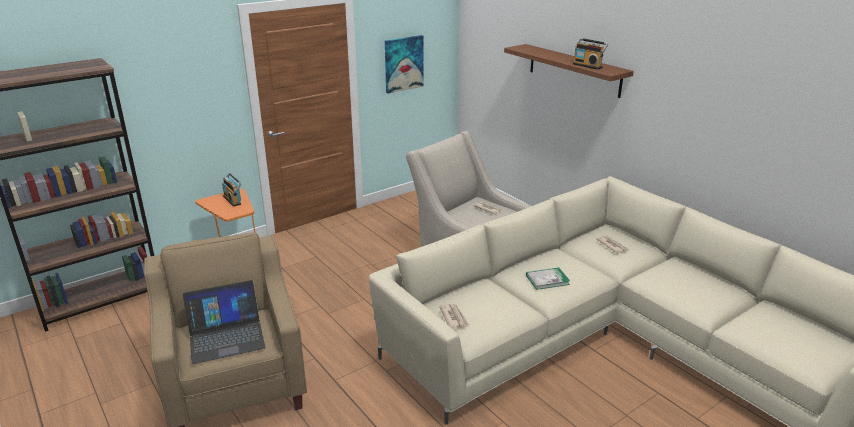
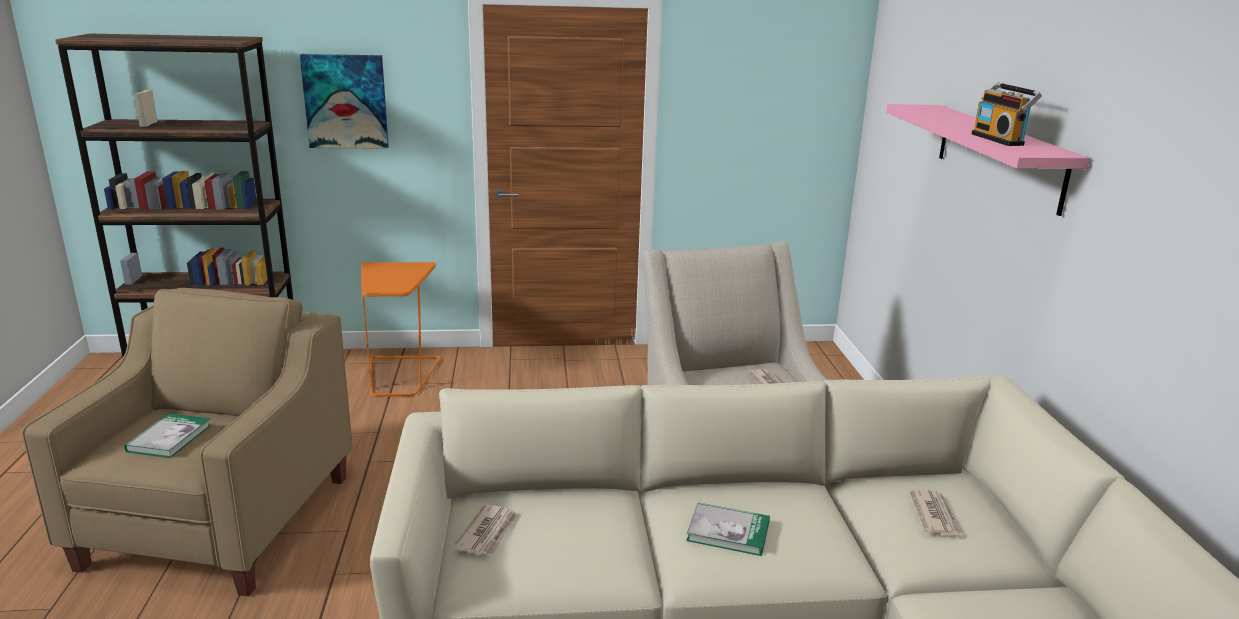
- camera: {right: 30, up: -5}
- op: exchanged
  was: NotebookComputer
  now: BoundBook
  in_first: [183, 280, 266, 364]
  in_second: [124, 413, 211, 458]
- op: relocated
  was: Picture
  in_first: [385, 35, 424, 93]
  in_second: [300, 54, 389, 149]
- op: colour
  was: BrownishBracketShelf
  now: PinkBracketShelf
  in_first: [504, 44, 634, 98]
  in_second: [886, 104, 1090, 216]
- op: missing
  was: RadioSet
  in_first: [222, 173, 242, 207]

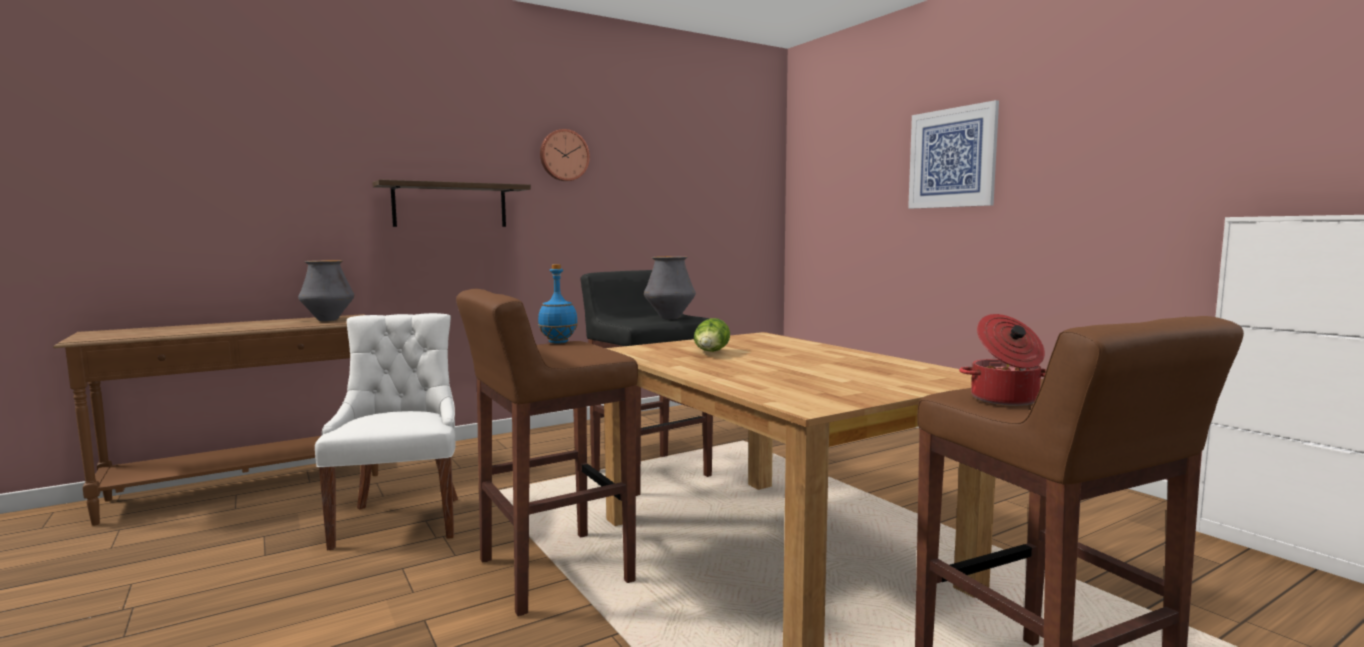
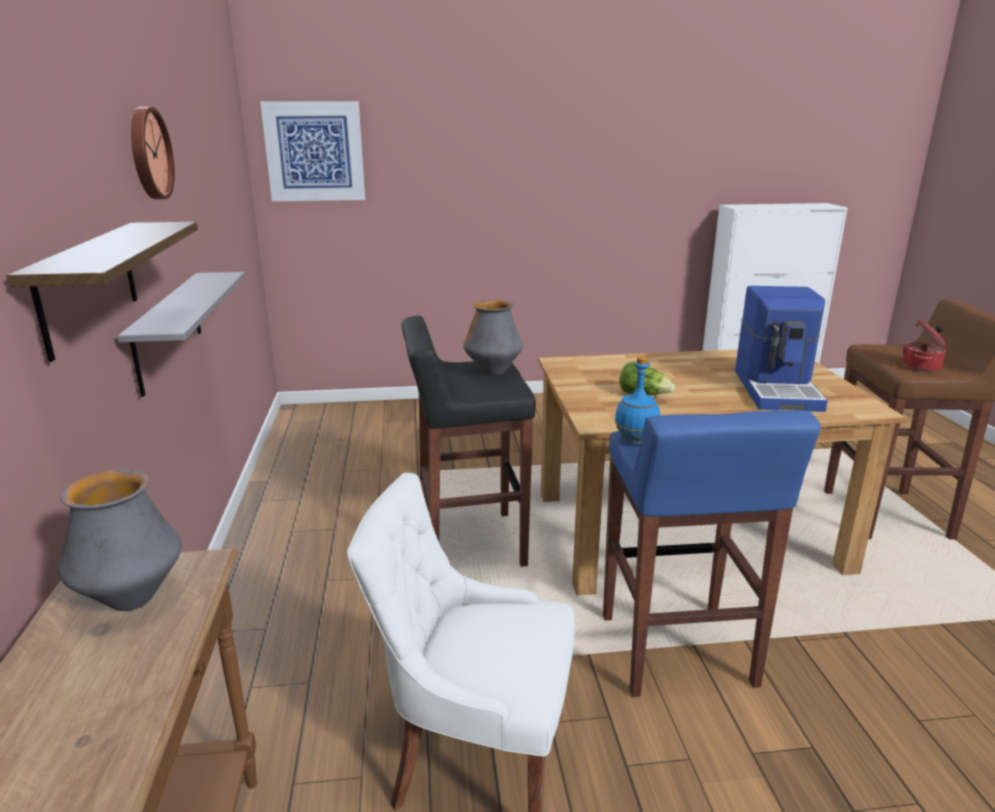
- camera: {right: -65, up: 15}
- op: appeared
  now: GrayBracketShelf
  in_second: [117, 272, 245, 397]
- op: relocated
  was: Picture
  in_first: [908, 100, 999, 209]
  in_second: [260, 101, 366, 201]
- op: colour
  was: BrownishSittingStool
  now: BluishSittingStool
  in_first: [456, 289, 638, 616]
  in_second: [603, 410, 821, 697]
- op: appeared
  now: CoffeeBrewer
  in_second: [735, 286, 828, 412]

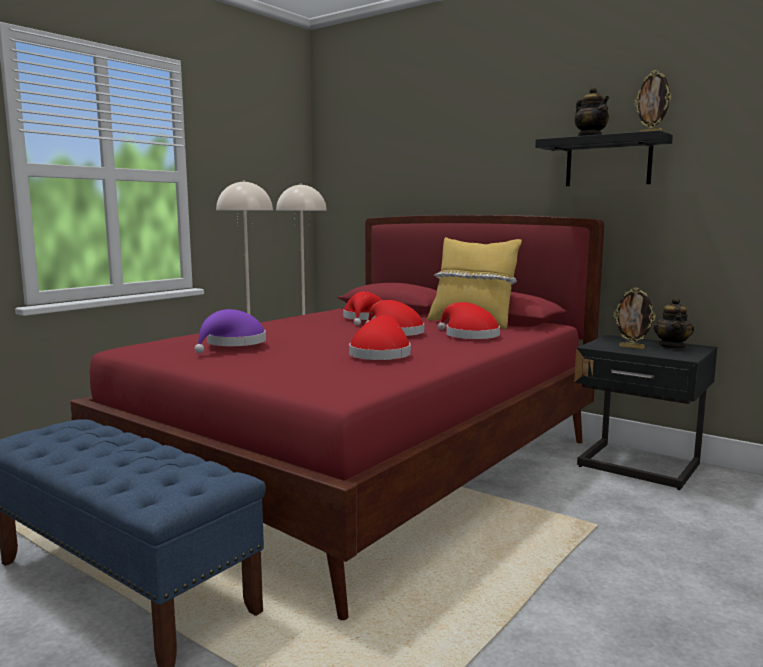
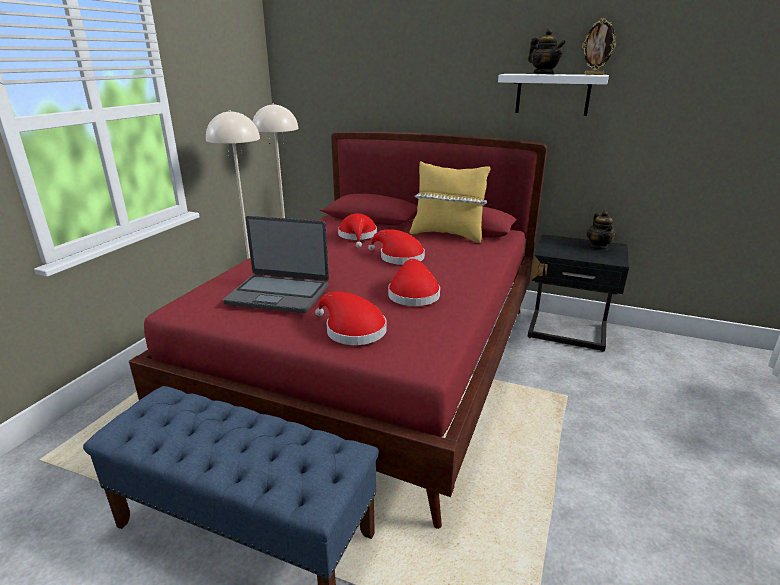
- camera: {right: -15, up: 15}
- op: exchanged
  was: PurpleColouredClothingHat
  now: NotebookComputer
  in_first: [195, 309, 266, 353]
  in_second: [223, 216, 329, 313]
- op: relocated
  was: RedColouredClothingHat
  in_first: [438, 302, 500, 339]
  in_second: [315, 292, 387, 345]
- op: colour
  was: BlackColouredBracketShelf
  now: WhitishBracketShelf
  in_first: [535, 130, 673, 186]
  in_second: [498, 74, 609, 116]
- op: missing
  was: PhotoFrame
  in_first: [613, 288, 656, 349]

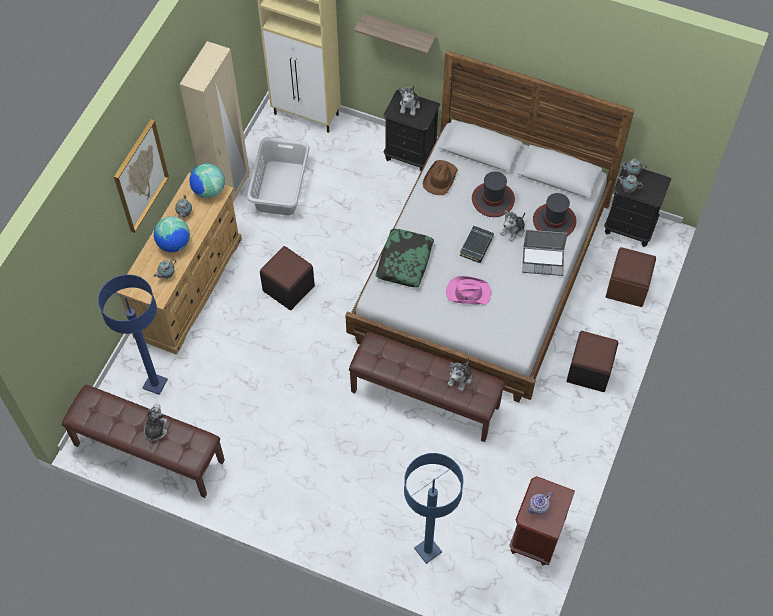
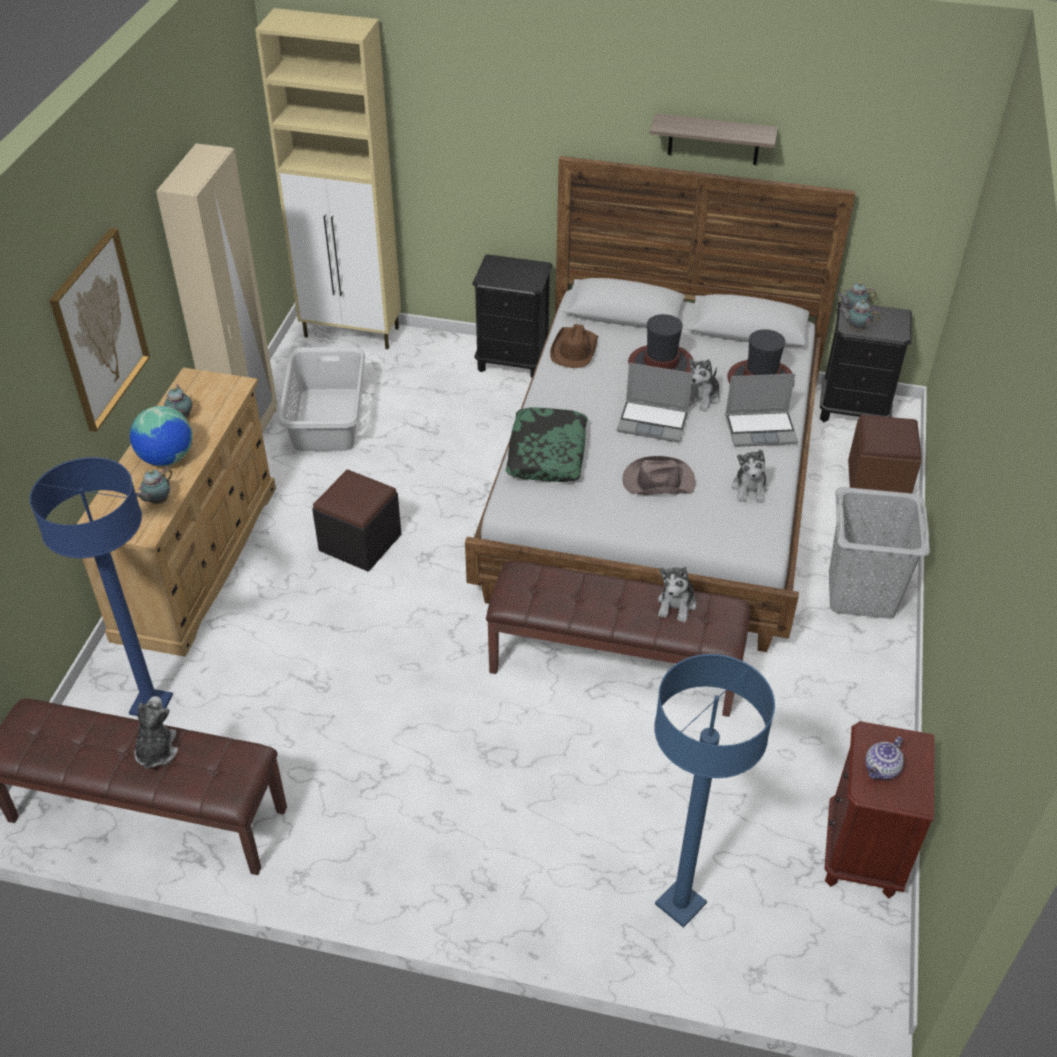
- camera: {right: -10, up: -15}
- op: exchanged
  was: BlackColouredBoundBook
  now: NotebookComputer
  in_first: [460, 226, 494, 263]
  in_second: [617, 363, 693, 442]
- op: colour
  was: PinkClothingHat
  now: BrownishClothingHat
  in_first: [446, 276, 491, 305]
  in_second: [622, 456, 696, 495]
- op: relocated
  was: BracketShelf
  in_first: [354, 14, 436, 54]
  in_second: [649, 113, 778, 165]
- op: relocated
  was: PlushToy
  in_first: [399, 85, 420, 116]
  in_second: [732, 450, 768, 503]
- op: exchanged
  was: BlackColouredFootrest
  now: GrayLaundryBasket
  in_first: [566, 331, 618, 392]
  in_second: [829, 487, 930, 619]
- op: missing
  was: WorldGlobe
  in_first: [190, 163, 225, 199]

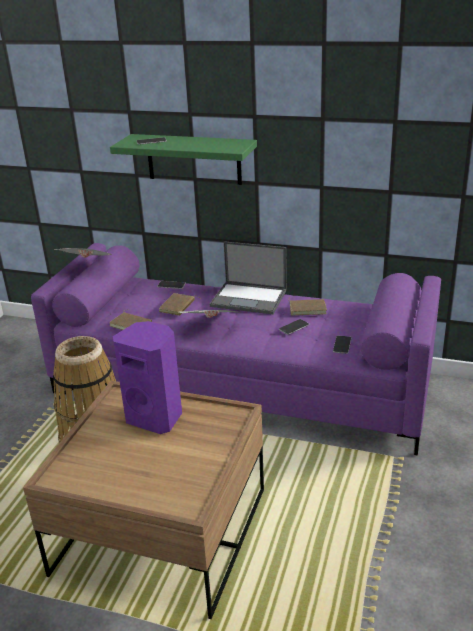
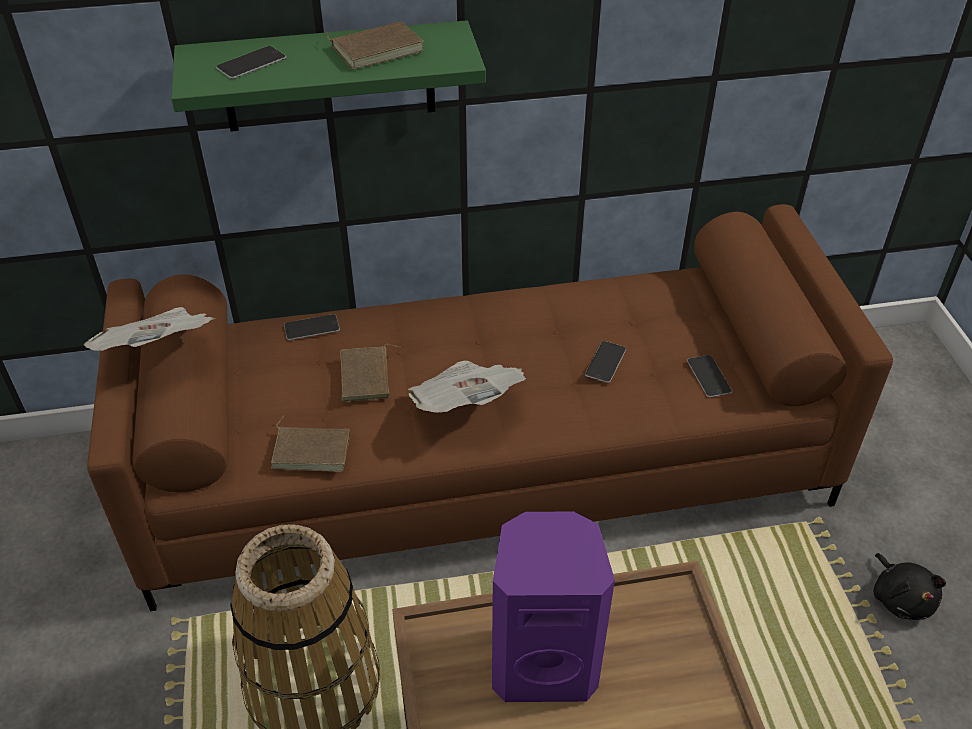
- camera: {right: -30, up: 15}
- op: colour
  was: PurpleColouredSettee
  now: BrownishSettee
  in_first: [31, 243, 441, 456]
  in_second: [87, 204, 893, 611]
- op: relocated
  was: BrownishBoundBook
  in_first: [288, 297, 327, 315]
  in_second: [325, 22, 424, 70]
- op: appeared
  now: BlackColouredPlushToy
  in_second: [873, 553, 946, 620]
- op: missing
  was: NotebookComputer
  in_first: [210, 241, 287, 314]

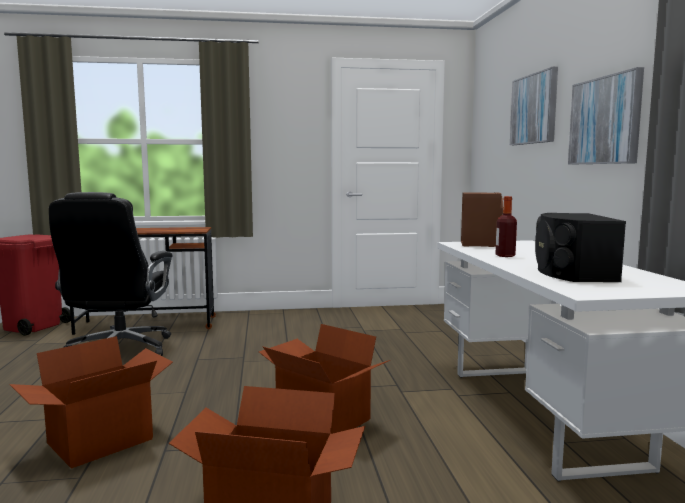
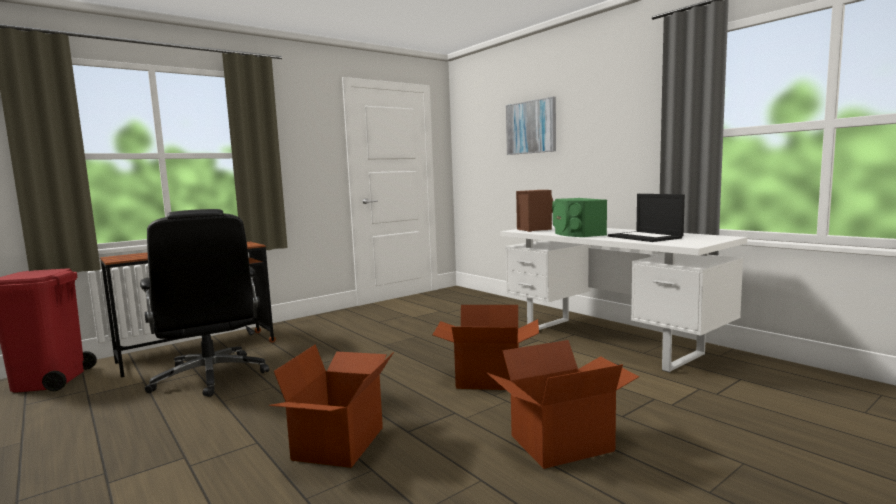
- camera: {right: -30, up: 0}
- op: exchanged
  was: Bottle
  now: GreenishAudioSpeaker
  in_first: [496, 196, 517, 257]
  in_second: [552, 198, 607, 237]
- op: exchanged
  was: BlackColouredAudioSpeaker
  now: NotebookComputer
  in_first: [535, 213, 626, 282]
  in_second: [608, 194, 685, 242]
- op: missing
  was: Picture
  in_first: [568, 67, 644, 164]

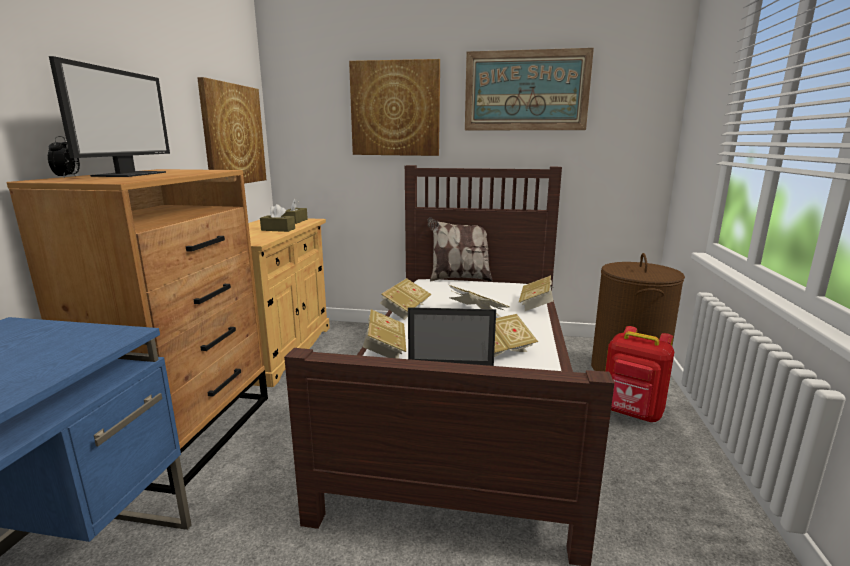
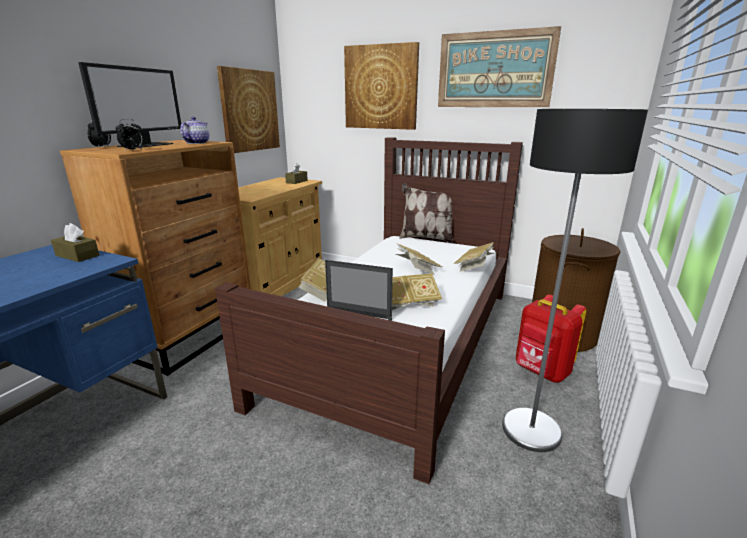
- camera: {right: 15, up: 5}
- op: relocated
  was: BrownishTissueHolder
  in_first: [260, 204, 295, 232]
  in_second: [51, 223, 99, 262]
- op: appeared
  now: BedsideClock
  in_second: [115, 119, 143, 151]
- op: appeared
  now: PotForTea
  in_second: [180, 117, 209, 144]
- op: appeared
  now: StandingLamp
  in_second: [502, 109, 648, 452]
- op: missing
  was: BoundBook
  in_first: [380, 278, 432, 320]

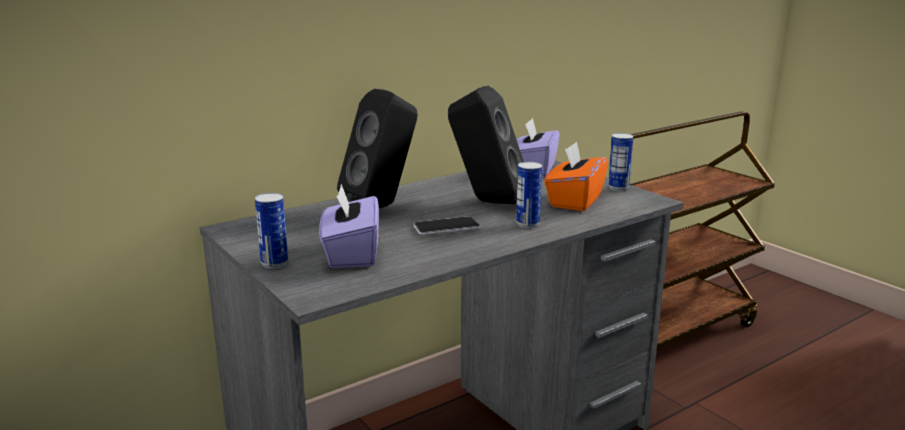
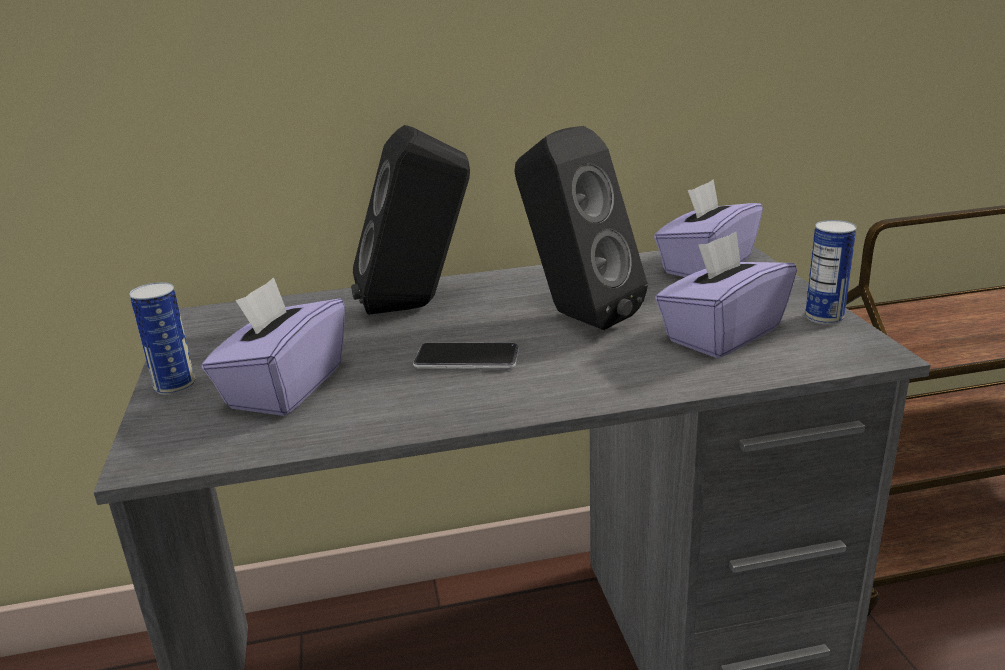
- camera: {right: 25, up: 5}
- op: colour
  was: OrangeyTissueHolder
  now: PurpleColouredTissueHolder
  in_first: [544, 142, 608, 211]
  in_second: [655, 232, 797, 358]
- op: missing
  was: SealedCan
  in_first: [516, 162, 542, 228]

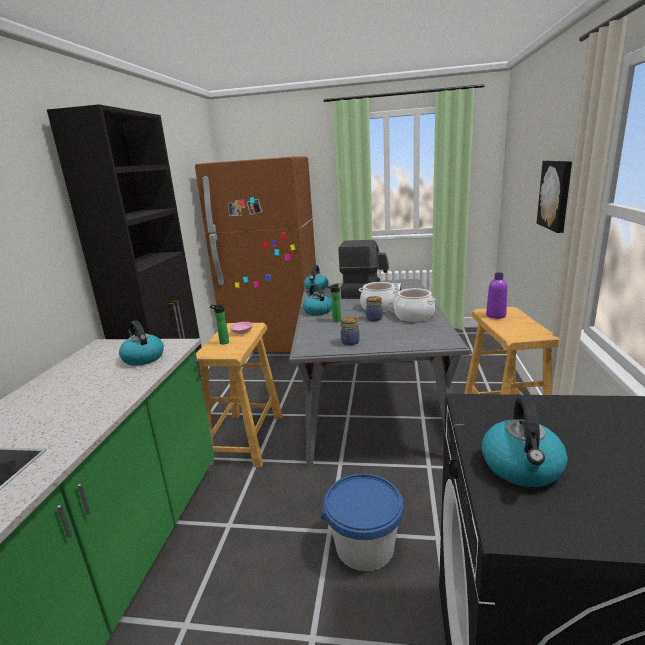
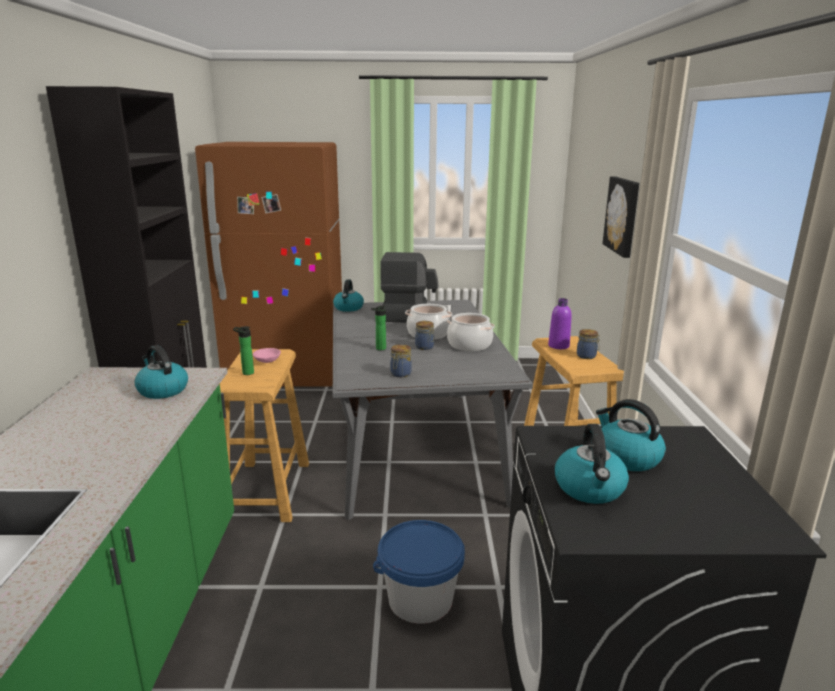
- camera: {right: -10, up: 0}
- op: appeared
  now: Jar
  in_second: [577, 329, 600, 359]
- op: relocated
  was: Kettle
  in_first: [303, 284, 332, 315]
  in_second: [596, 399, 666, 471]

